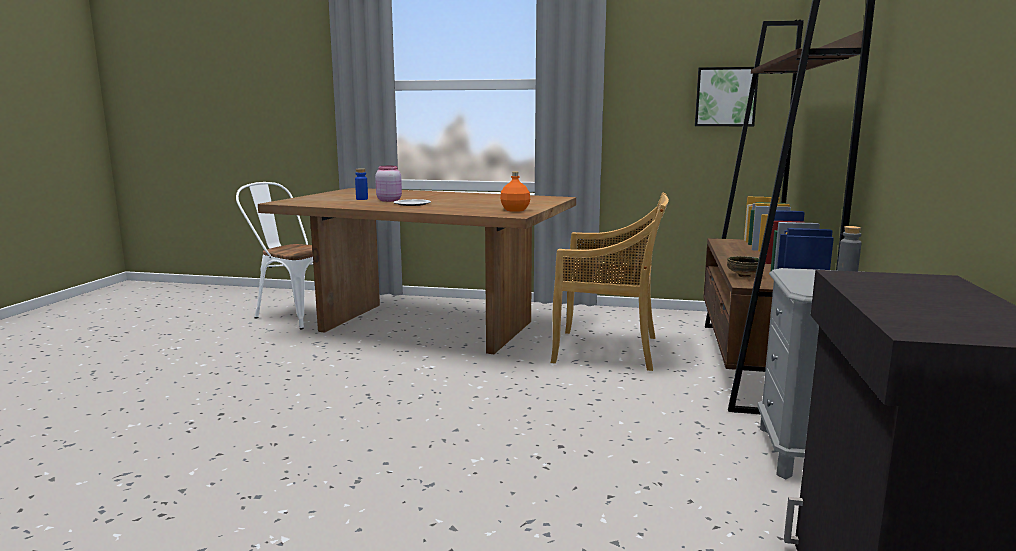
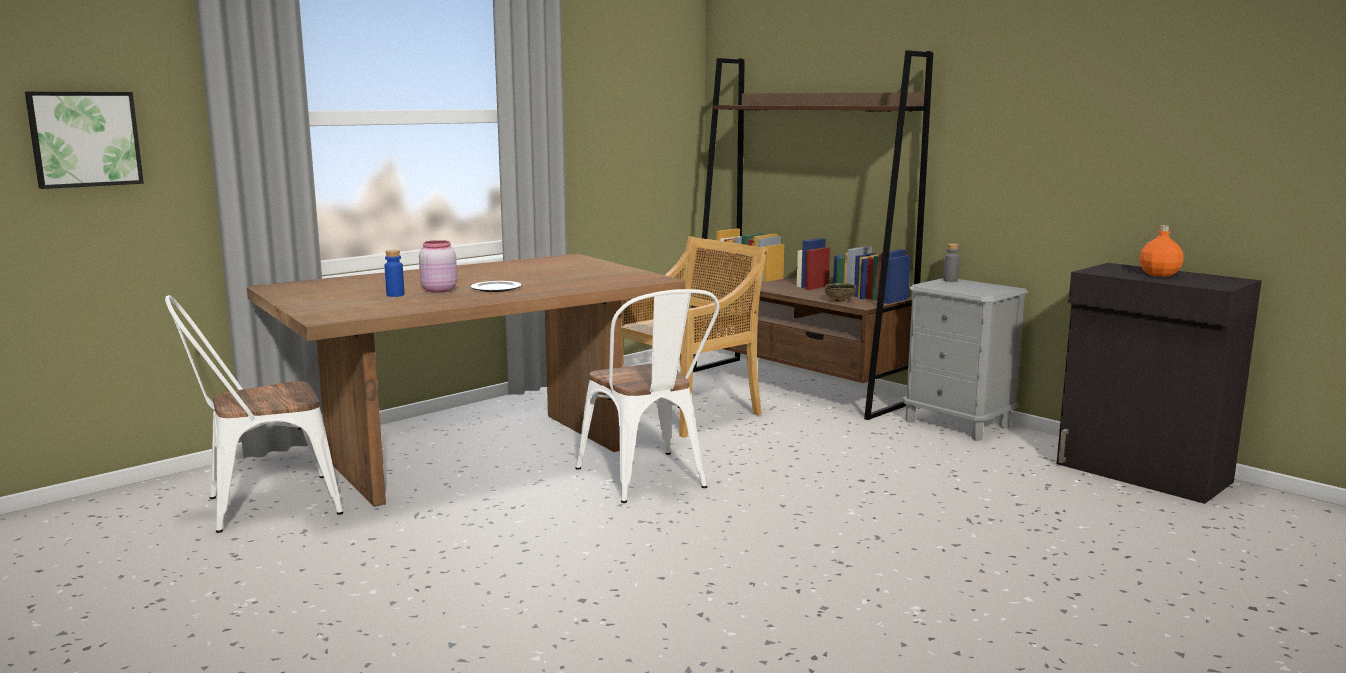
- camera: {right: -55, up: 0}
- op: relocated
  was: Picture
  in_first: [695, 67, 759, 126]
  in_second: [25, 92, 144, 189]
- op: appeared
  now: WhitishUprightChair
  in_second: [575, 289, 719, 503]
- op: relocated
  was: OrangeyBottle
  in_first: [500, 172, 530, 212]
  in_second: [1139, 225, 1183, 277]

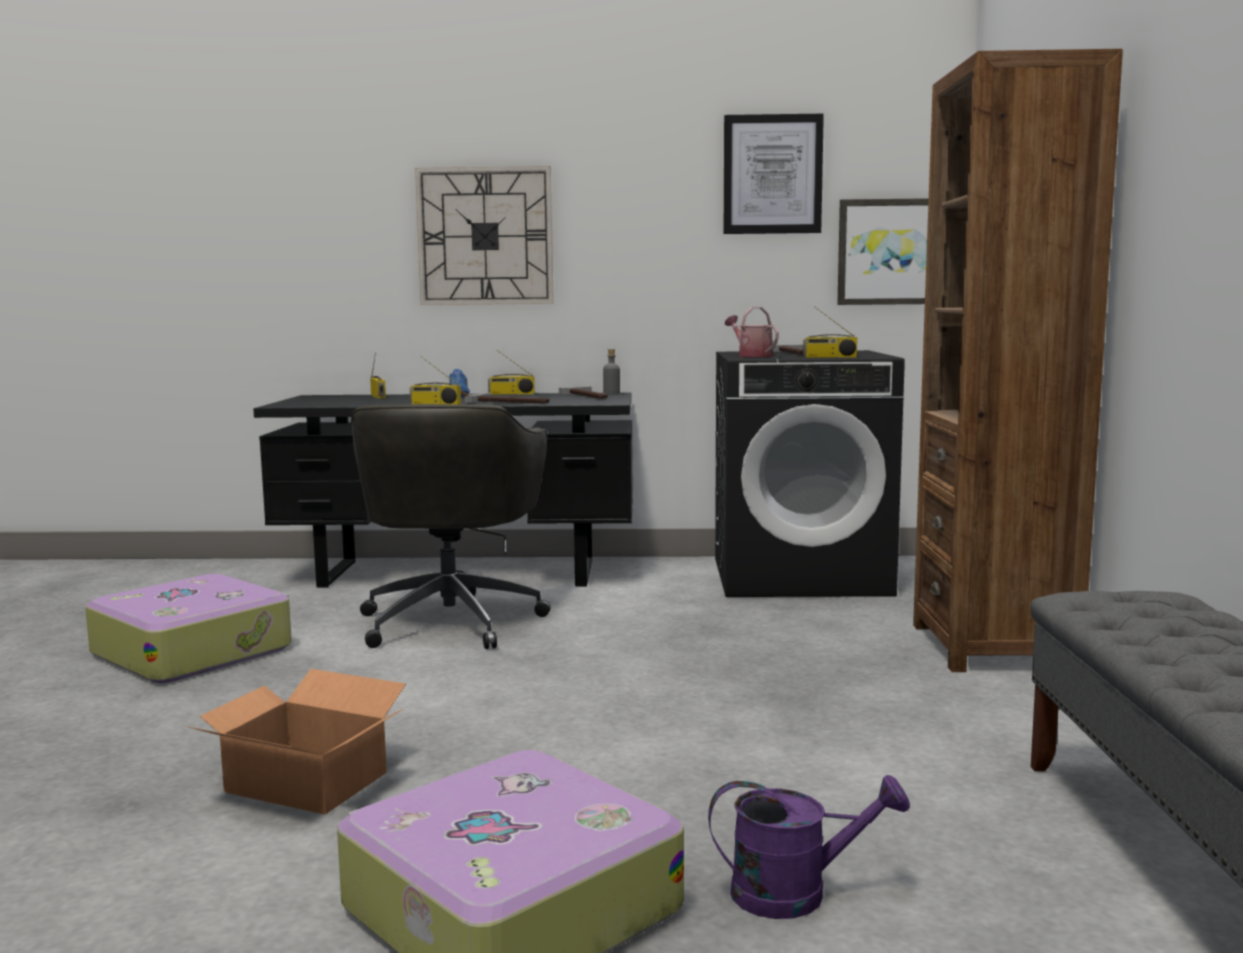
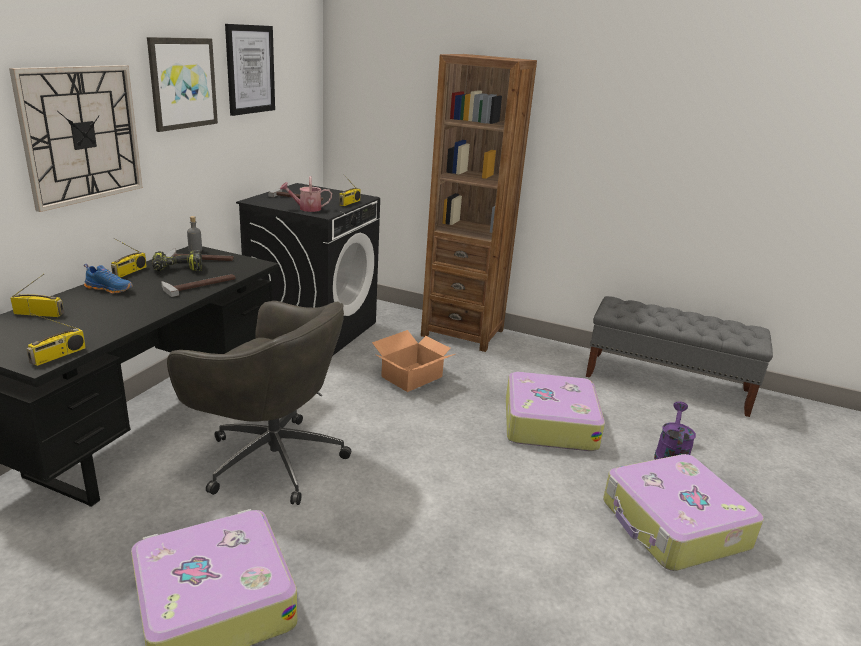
- camera: {right: -70, up: 15}
- op: relocated
  was: RadioSet
  in_first: [410, 356, 461, 405]
  in_second: [26, 313, 86, 366]
- op: relocated
  was: Picture
  in_first: [837, 198, 929, 305]
  in_second: [147, 37, 218, 132]
- op: appeared
  now: Drill
  in_second: [152, 250, 202, 271]
- op: relocated
  was: Carton
  in_first: [189, 669, 406, 815]
  in_second: [372, 330, 455, 392]
- op: appeared
  now: TravelCase
  in_second: [506, 372, 605, 451]

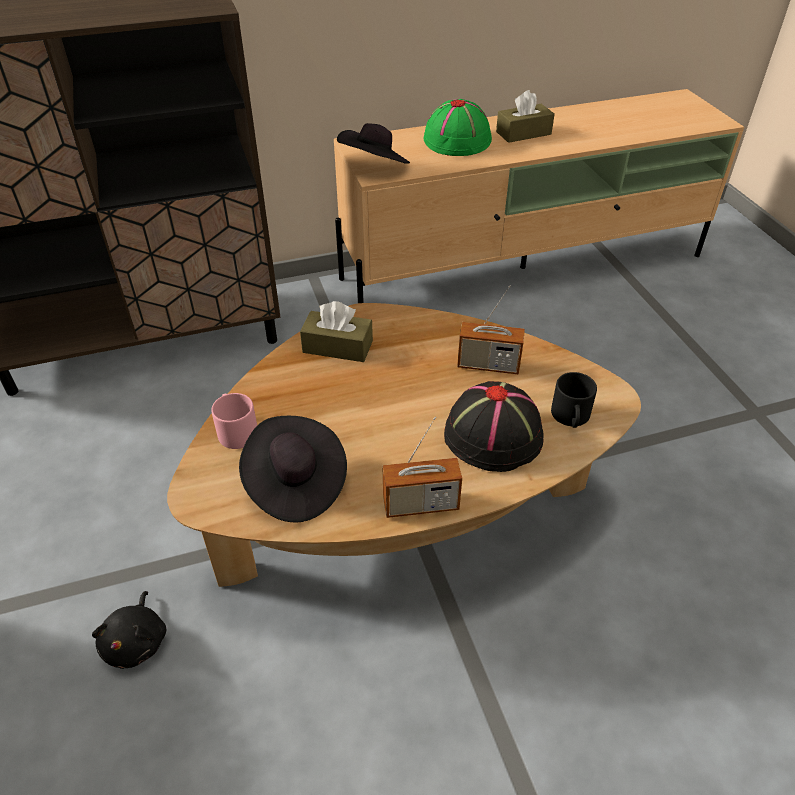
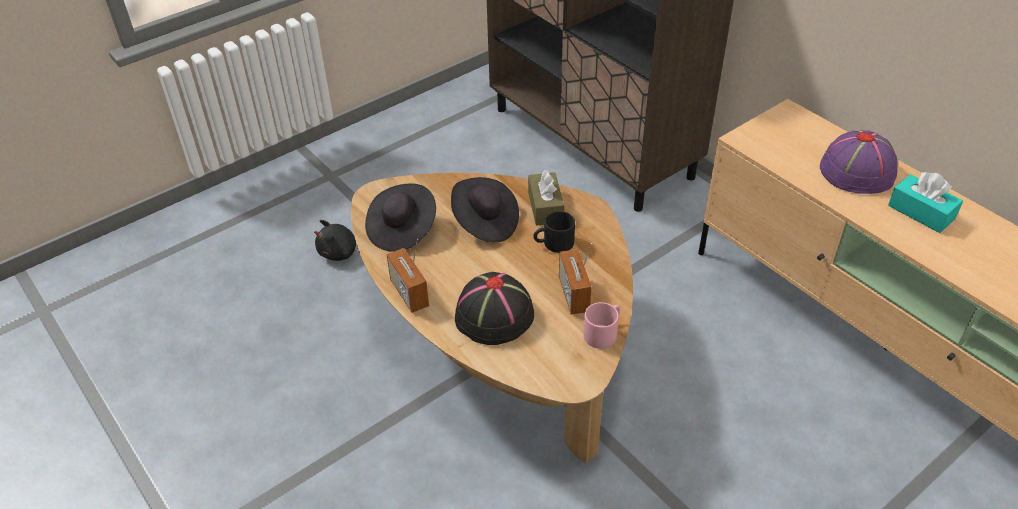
- camera: {right: 70, up: 0}
- op: relocated
  was: BlackColouredClothingHat
  in_first: [337, 123, 410, 164]
  in_second: [451, 177, 519, 243]
- op: relocated
  was: BlackColouredCoffeeMug
  in_first: [551, 372, 597, 428]
  in_second: [533, 211, 575, 253]
- op: relocated
  was: PinkCoffeeMug
  in_first: [211, 393, 257, 449]
  in_second: [583, 302, 620, 349]
- op: colour
  was: GreenishClothingHat
  now: PurpleColouredClothingHat
  in_first: [423, 99, 492, 156]
  in_second: [820, 130, 898, 194]
- op: colour
  was: BrownishTissueHolder
  now: TurquoiseTissueHolder
  in_first: [496, 90, 555, 143]
  in_second: [888, 172, 963, 233]

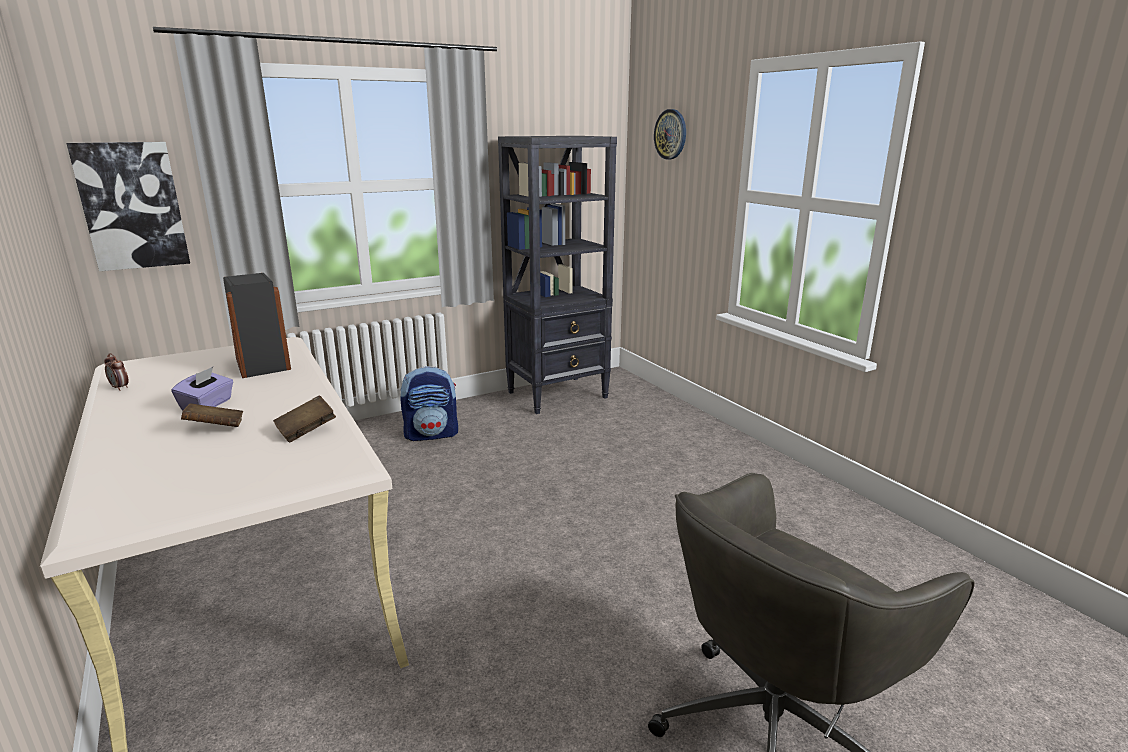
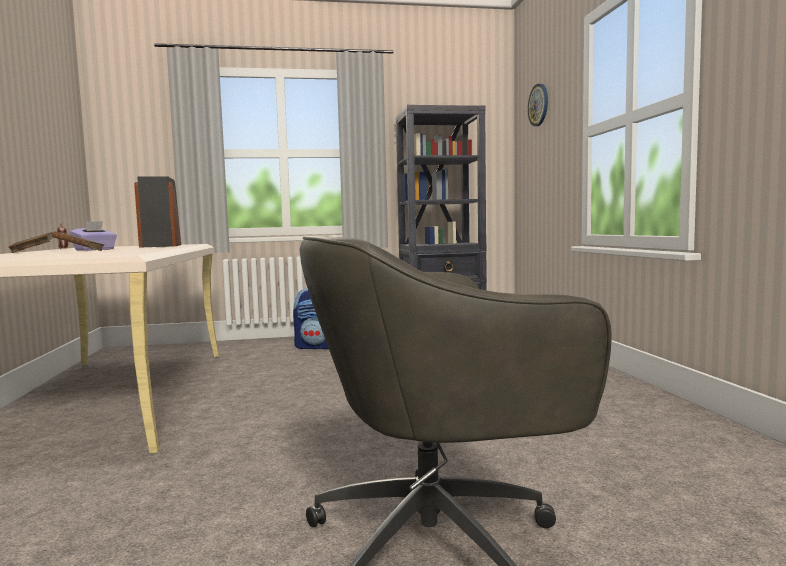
- camera: {right: 20, up: -15}
- op: relocated
  was: BrownishBoundBook
  in_first: [273, 395, 336, 442]
  in_second: [9, 232, 54, 253]
- op: missing
  was: Picture
  in_first: [66, 142, 190, 271]

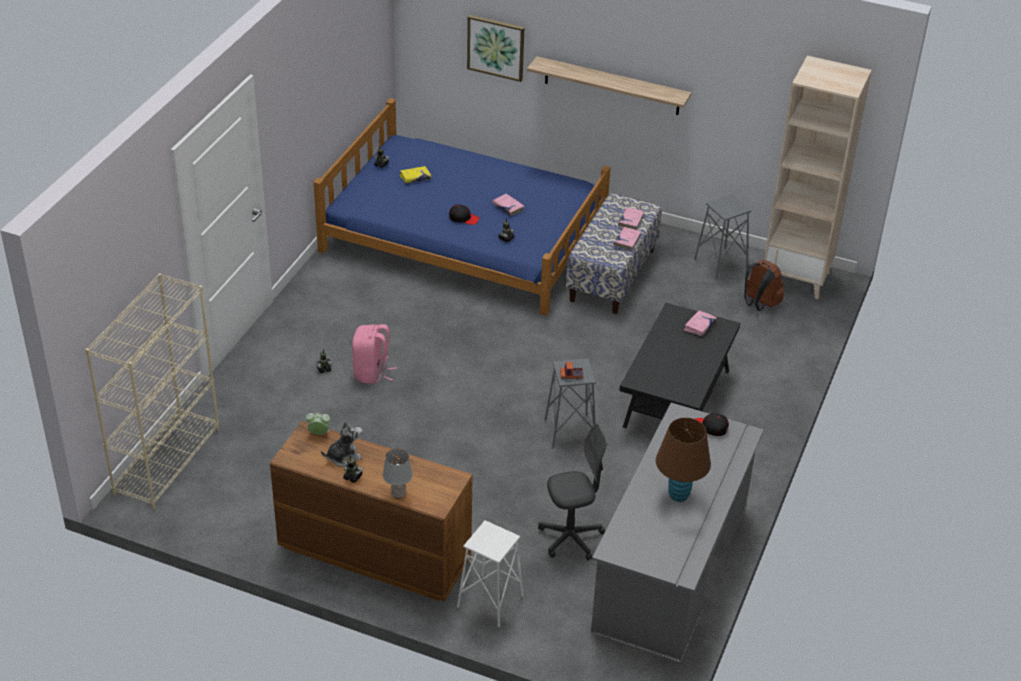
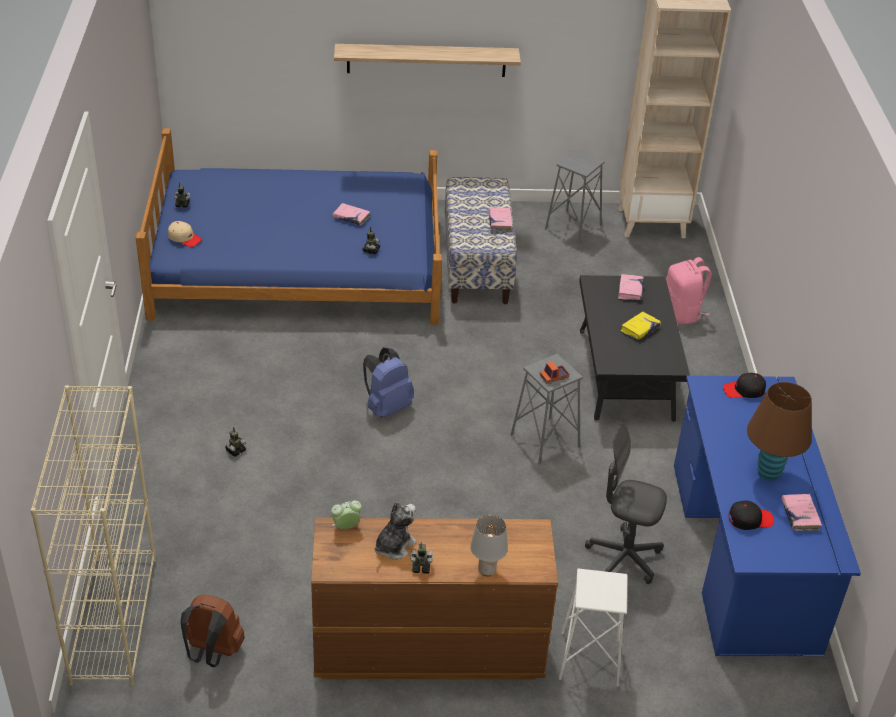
- camera: {right: -25, up: 0}
- op: appeared
  now: BeigeColouredBaseballCap
  in_second: [168, 221, 202, 247]
- op: relocated
  was: BrownishKnapsack
  in_first: [744, 260, 784, 311]
  in_second: [180, 595, 245, 667]
- op: appeared
  now: BluishKnapsack
  in_second: [363, 348, 414, 418]
- op: spun
  was: GrayDeskChair
  in_first: [538, 424, 607, 561]
  in_second: [585, 422, 667, 584]
  clockwise: -120
- op: relocated
  was: YellowColouredBoundBook
  in_first: [400, 166, 431, 183]
  in_second: [620, 311, 661, 340]
- op: relocated
  was: PinkKnapsack
  in_first: [352, 324, 397, 384]
  in_second: [666, 257, 711, 324]
- op: colour
  was: GrayDesk
  now: BluishDesk
  in_first: [591, 403, 764, 662]
  in_second: [674, 375, 861, 657]
- op: relocated
  was: BlackColouredBaseballCap
  in_first: [449, 205, 479, 225]
  in_second: [728, 501, 774, 530]
- op: relocated
  was: PinkBoundBook
  in_first: [618, 207, 644, 230]
  in_second: [781, 494, 822, 531]
- op: missing
  was: Picture
  in_first: [467, 15, 524, 82]

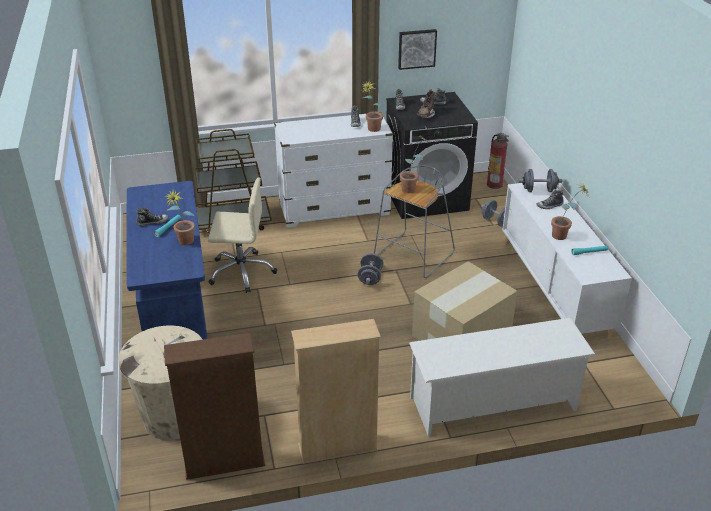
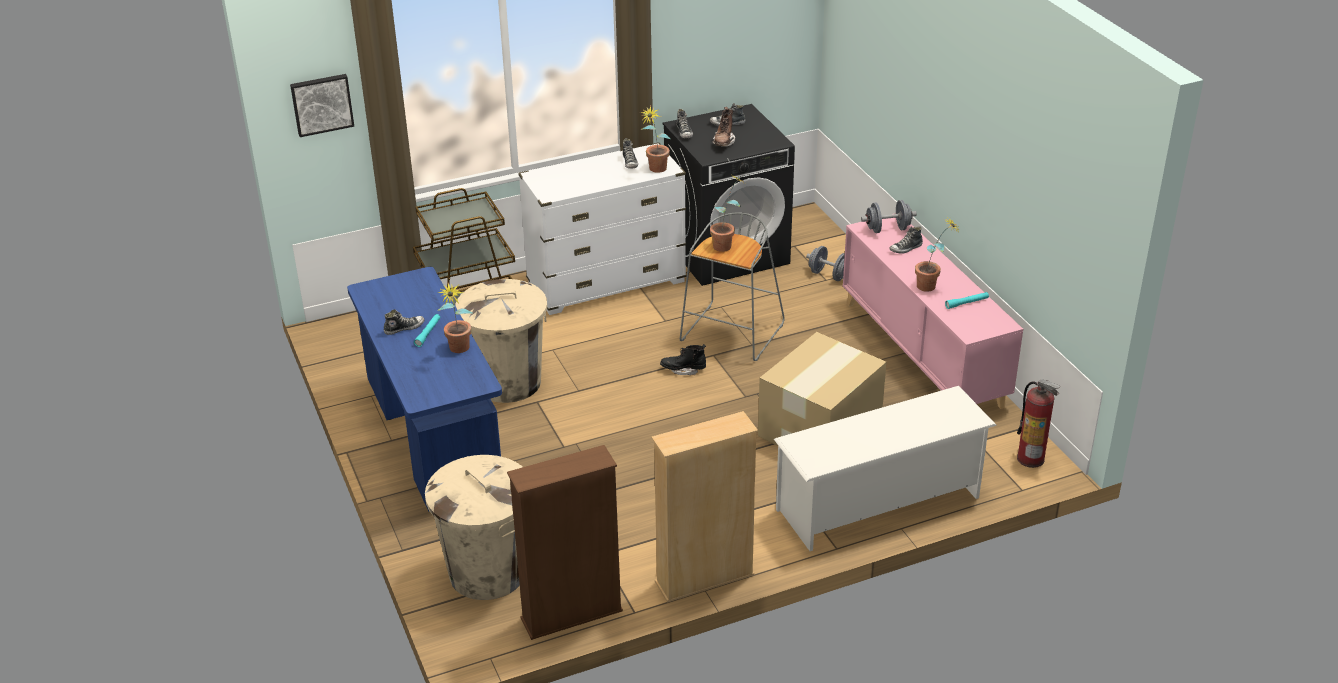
- camera: {right: -10, up: 0}
- op: relocated
  was: Picture
  in_first: [398, 29, 437, 70]
  in_second: [290, 74, 354, 137]
- op: exchanged
  was: BeigeColouredDeskChair
  now: BeigeColouredWasteBin
  in_first: [208, 177, 277, 293]
  in_second: [455, 279, 547, 403]
- op: exchanged
  was: GrayFreeWeight
  now: BlackColouredHighTopBoot
  in_first: [358, 253, 383, 285]
  in_second: [660, 344, 706, 375]
- op: colour
  was: WhitishCupboard
  now: PinkCupboard
  in_first: [502, 182, 632, 339]
  in_second: [843, 213, 1023, 409]
- op: relocated
  was: FireExtinguisher
  in_first: [487, 133, 509, 189]
  in_second: [1017, 379, 1060, 468]

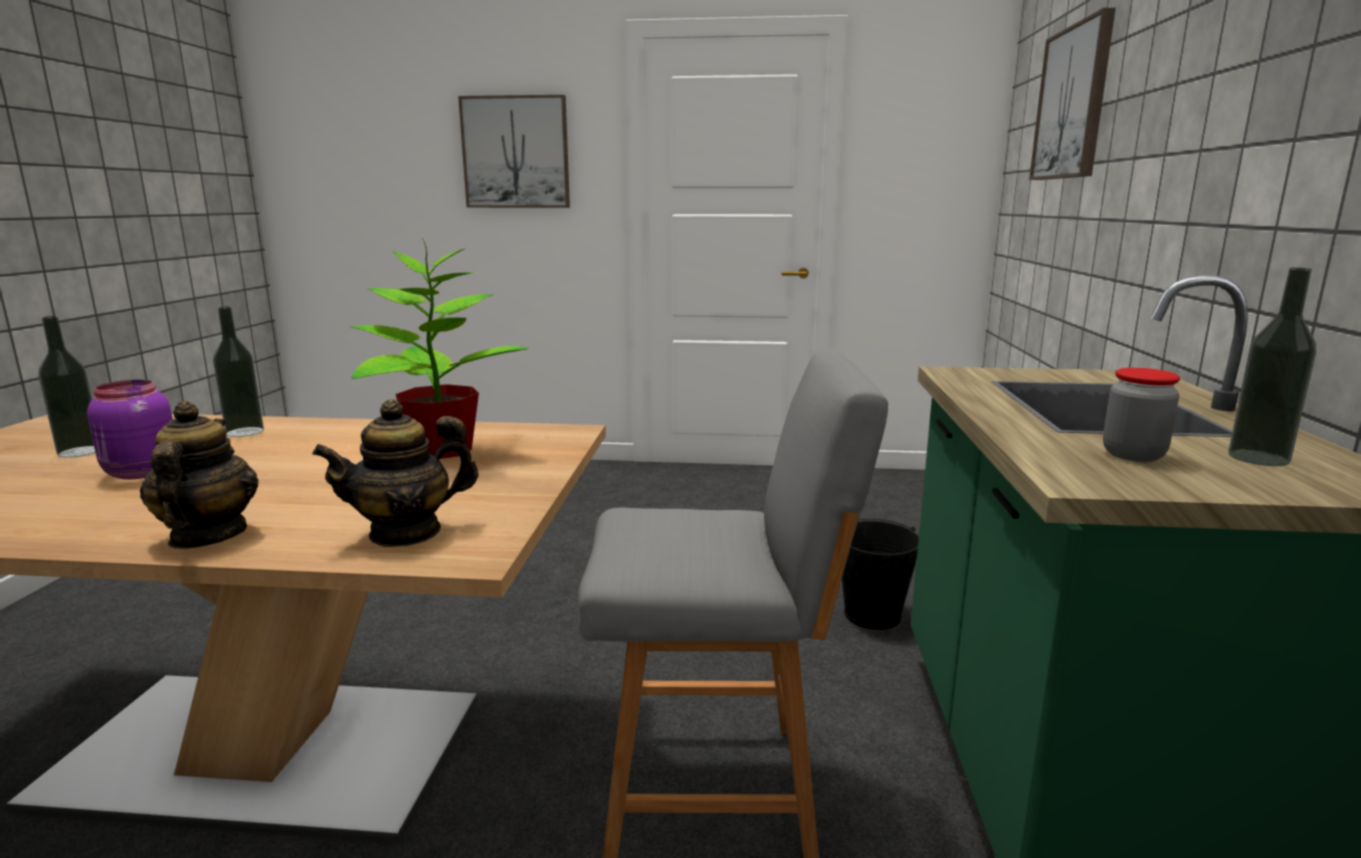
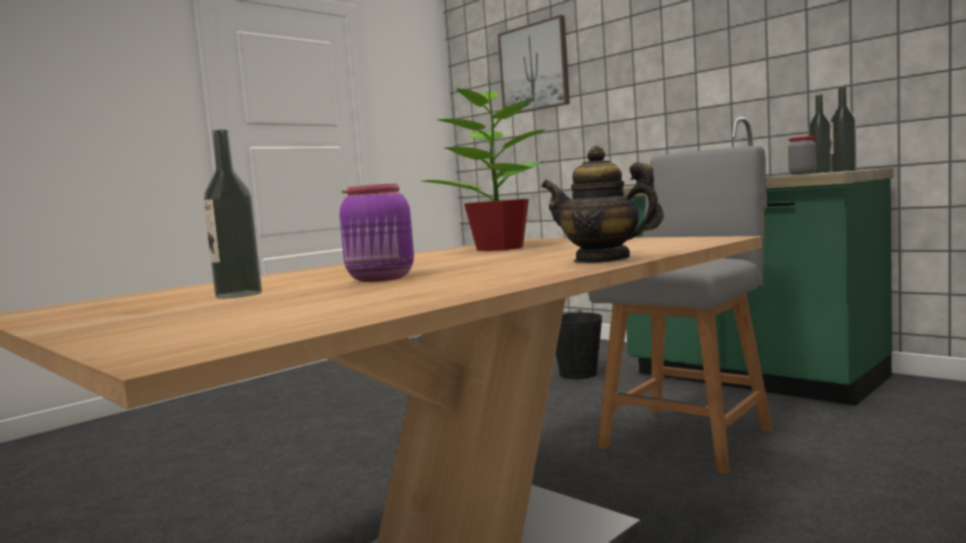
- camera: {right: -50, up: -10}
- op: relocated
  was: Bottle
  in_first: [213, 307, 264, 437]
  in_second: [830, 86, 857, 172]
- op: missing
  was: PotForTea
  in_first: [312, 399, 478, 547]
- op: missing
  was: Picture
  in_first: [458, 95, 570, 208]

